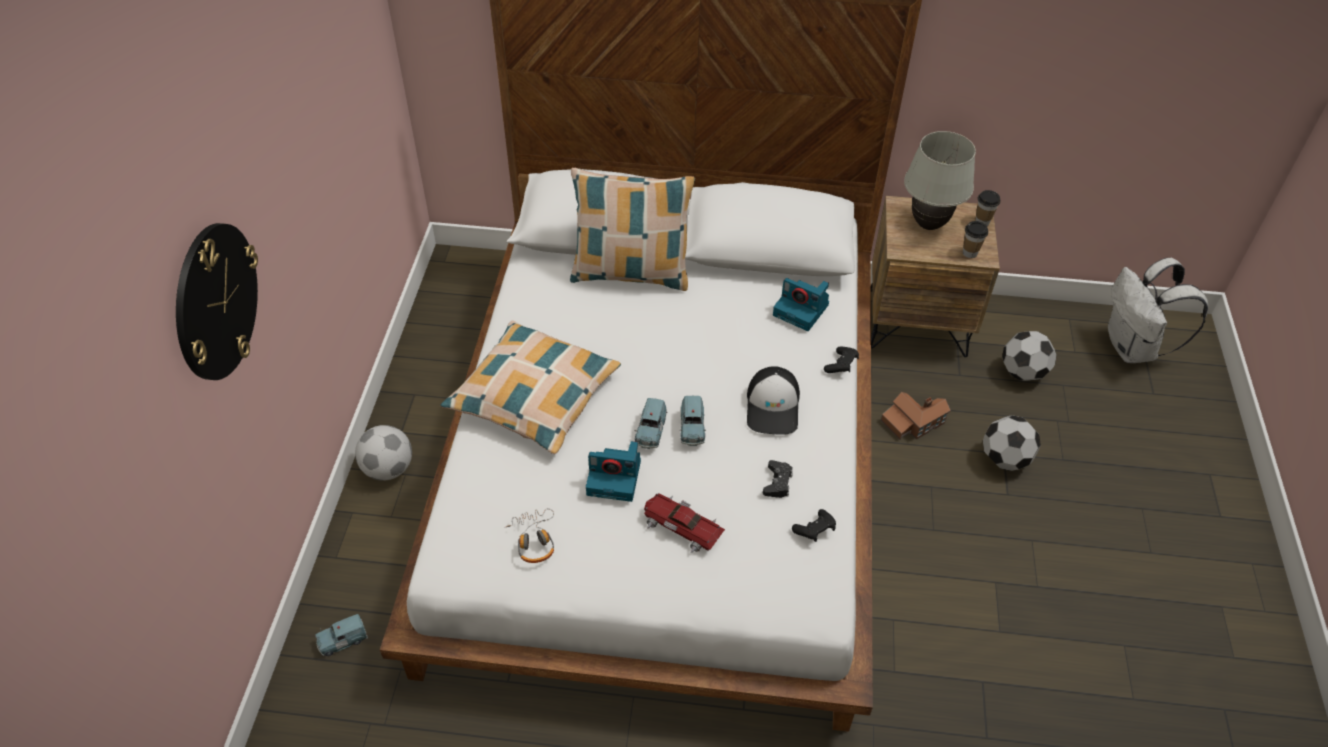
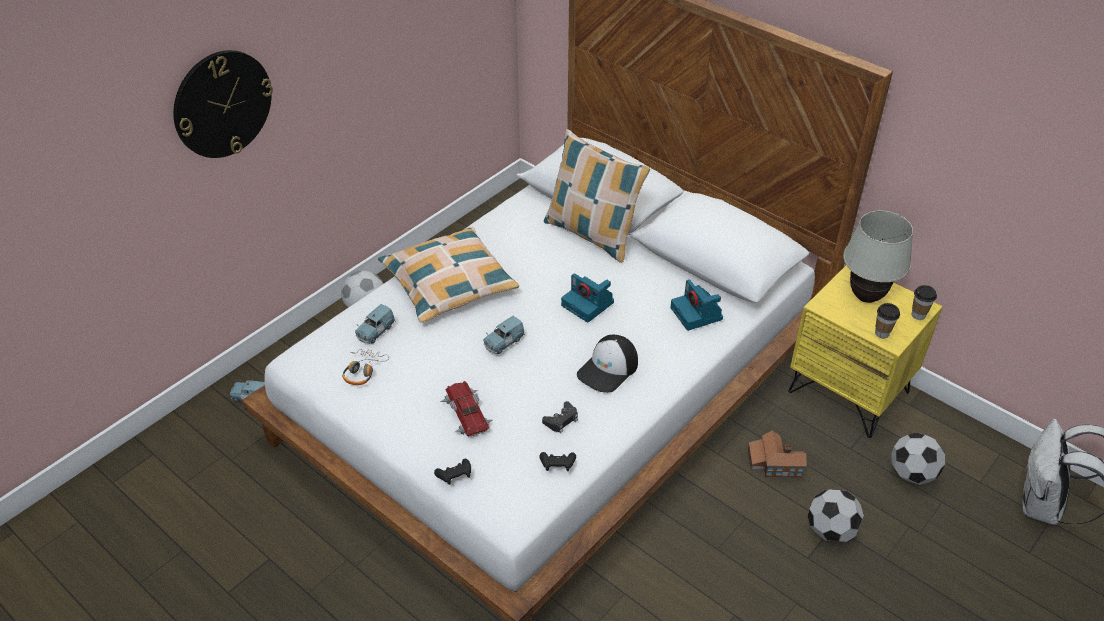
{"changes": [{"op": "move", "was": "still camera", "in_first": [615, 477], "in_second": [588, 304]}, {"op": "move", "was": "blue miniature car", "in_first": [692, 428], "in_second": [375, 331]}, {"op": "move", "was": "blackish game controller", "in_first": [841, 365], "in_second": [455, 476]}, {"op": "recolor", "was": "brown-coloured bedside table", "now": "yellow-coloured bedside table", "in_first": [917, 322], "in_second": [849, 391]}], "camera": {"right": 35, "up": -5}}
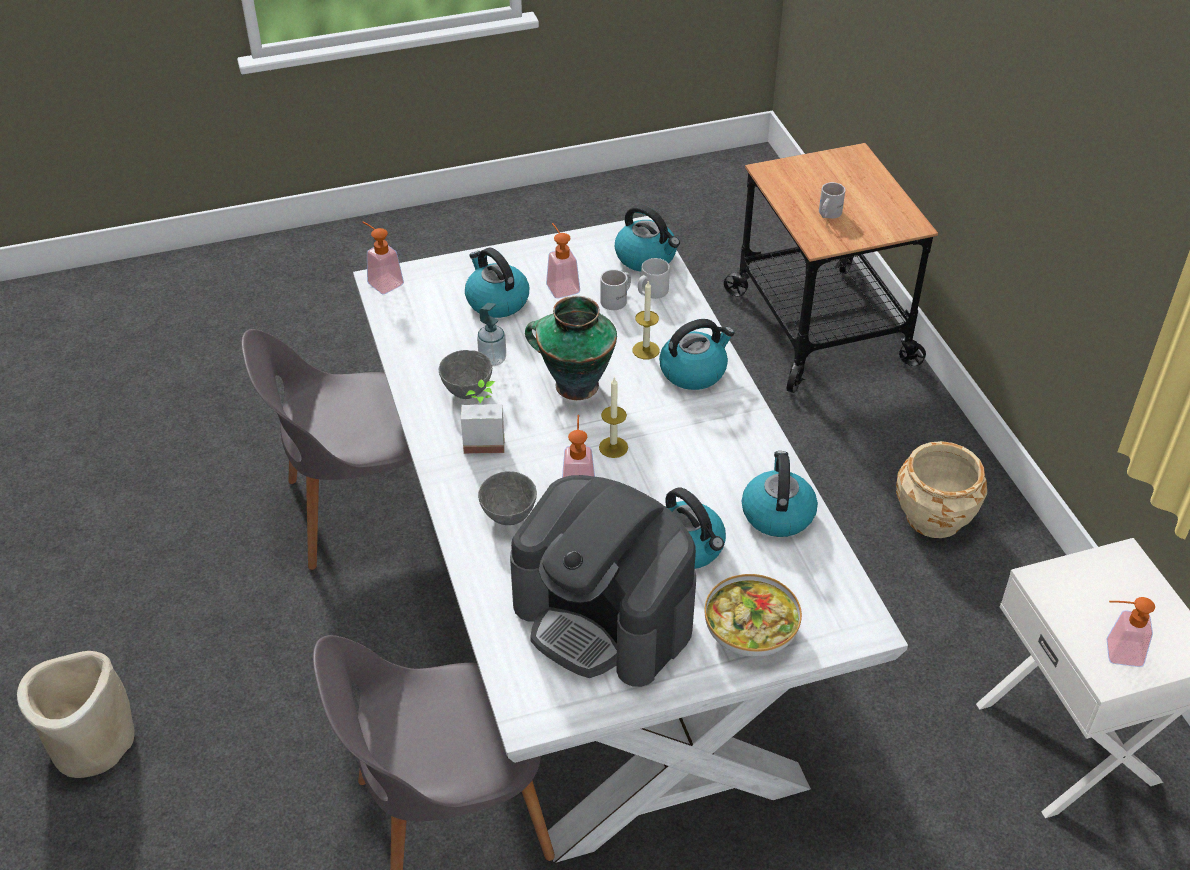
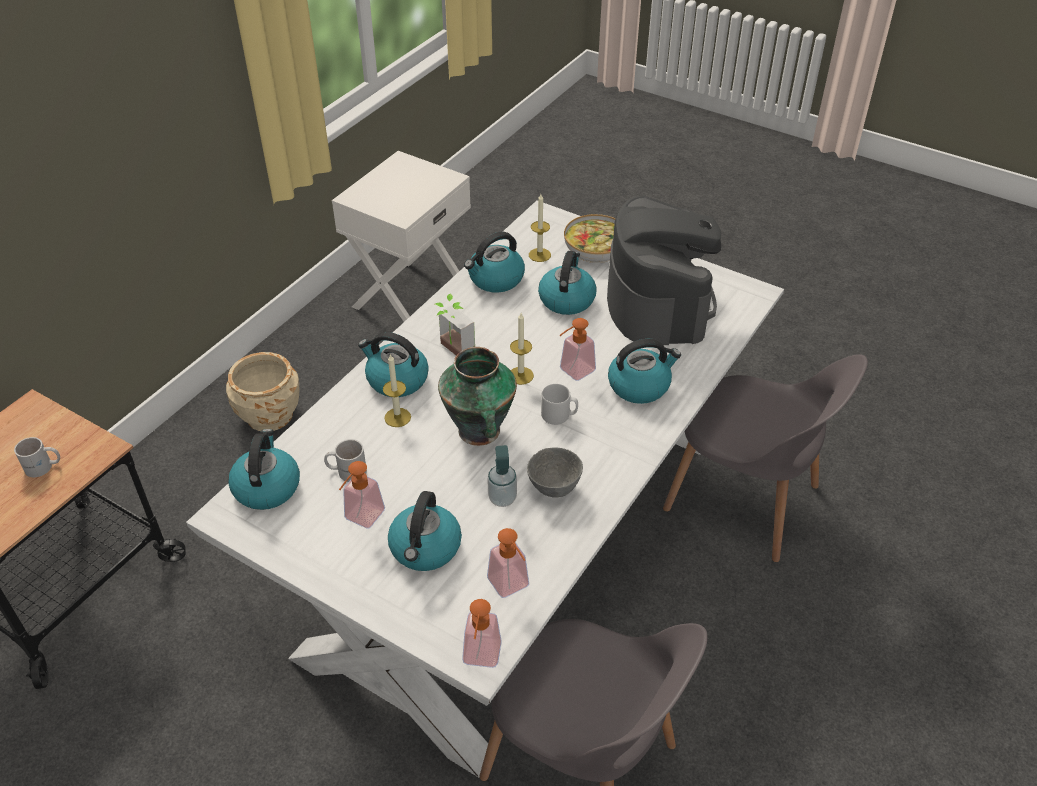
{"changes": [{"op": "delete", "was": "beige-coloured plant pot", "in_first": [91, 742]}, {"op": "move", "was": "plant in a pot", "in_first": [484, 440], "in_second": [452, 351]}, {"op": "replace", "was": "grey deep dish", "now": "water kettle", "in_first": [510, 516], "in_second": [640, 385]}, {"op": "move", "was": "grey tea mug", "in_first": [651, 292], "in_second": [559, 415]}, {"op": "move", "was": "soap bottle", "in_first": [1116, 652], "in_second": [512, 587]}, {"op": "insert", "now": "candle", "in_second": [539, 255]}], "camera": {"right": -130, "up": 0}}
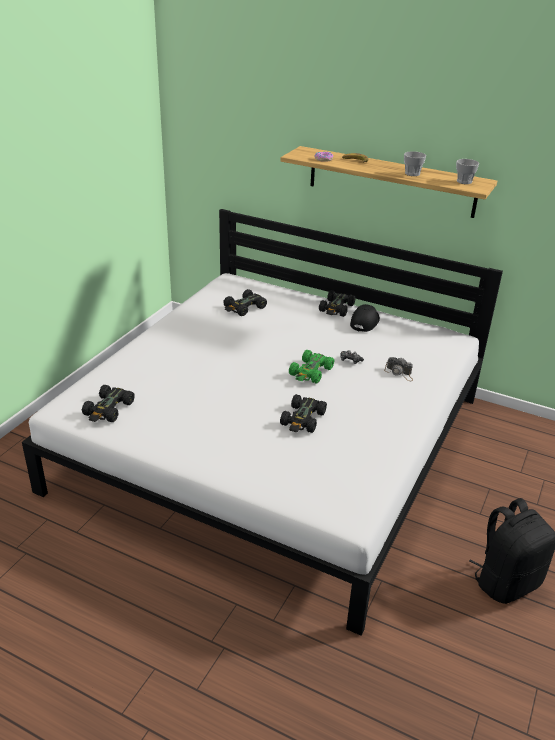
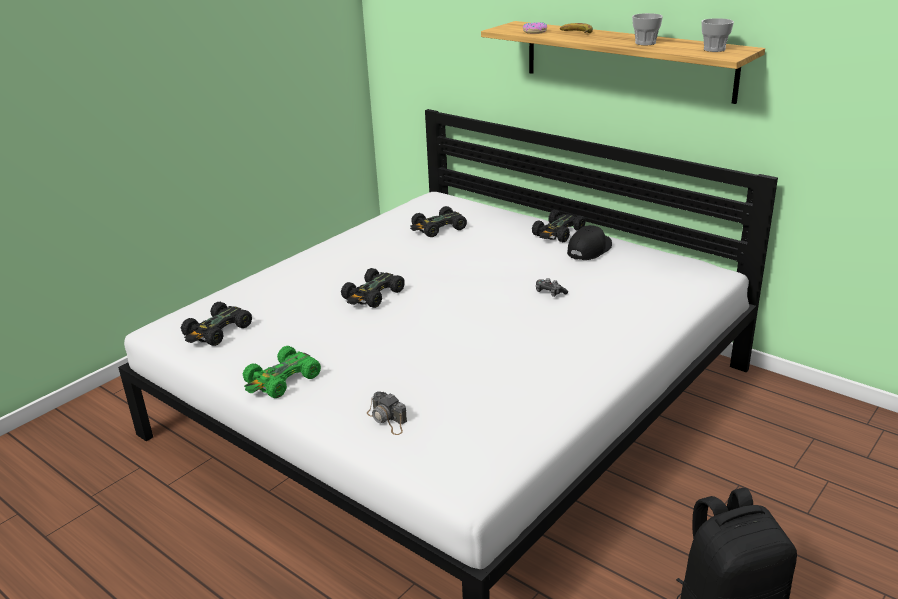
{"changes": [{"op": "move", "was": "blackish miniature car", "in_first": [303, 419], "in_second": [373, 295]}, {"op": "move", "was": "greenish miniature car", "in_first": [311, 372], "in_second": [282, 380]}, {"op": "move", "was": "still camera", "in_first": [399, 373], "in_second": [388, 420]}], "camera": {"right": 15, "up": -5}}
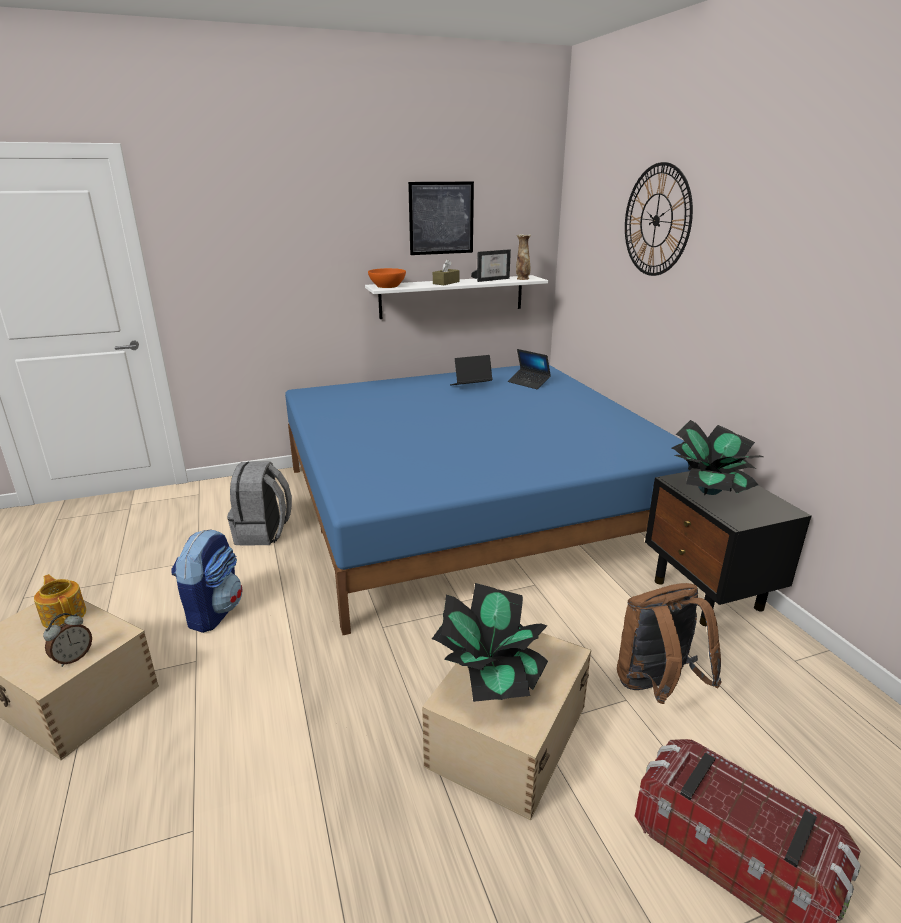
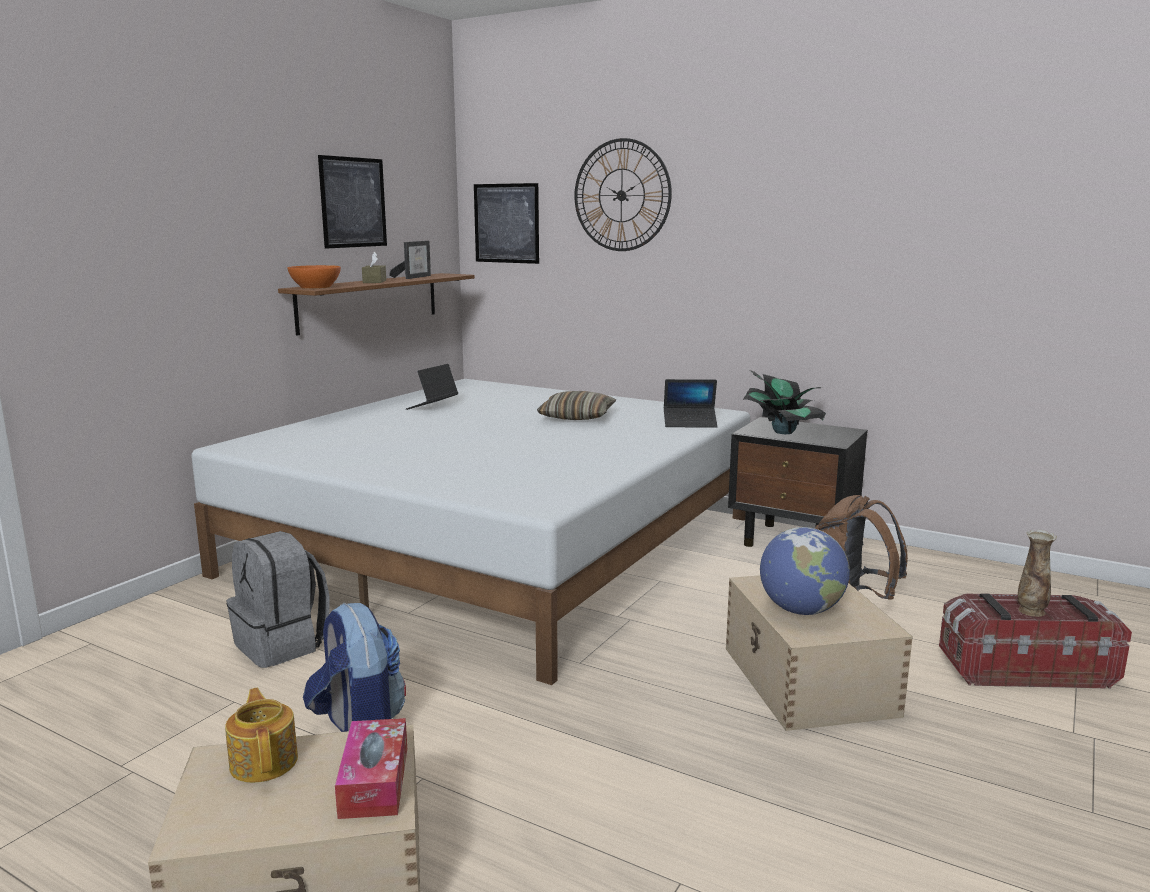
{"changes": [{"op": "rotate", "was": "pot for tea", "in_first": [64, 615], "in_second": [265, 761], "clockwise": 60}, {"op": "replace", "was": "bedside clock", "now": "box of tissues", "in_first": [73, 657], "in_second": [374, 781]}, {"op": "recolor", "was": "blue bed", "now": "whitish bed", "in_first": [470, 506], "in_second": [498, 545]}, {"op": "recolor", "was": "whitish shelf", "now": "brown-coloured shelf", "in_first": [452, 296], "in_second": [370, 302]}, {"op": "replace", "was": "plant in a pot", "now": "desk globe", "in_first": [490, 676], "in_second": [801, 610]}, {"op": "move", "was": "portable computer", "in_first": [528, 383], "in_second": [690, 423]}, {"op": "move", "was": "flower vase", "in_first": [522, 279], "in_second": [1031, 611]}, {"op": "insert", "now": "wall art", "in_second": [506, 223]}, {"op": "insert", "now": "pillow", "in_second": [577, 417]}], "camera": {"right": -40, "up": -10}}
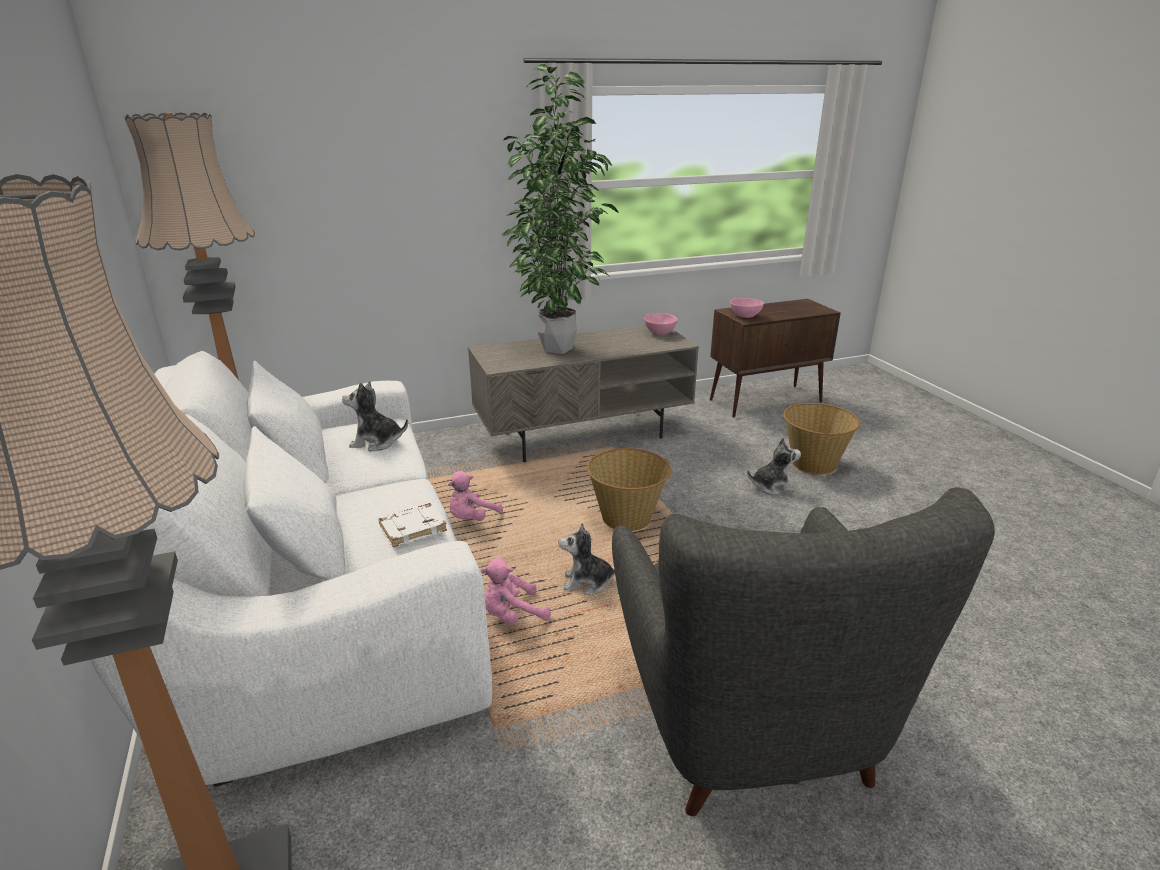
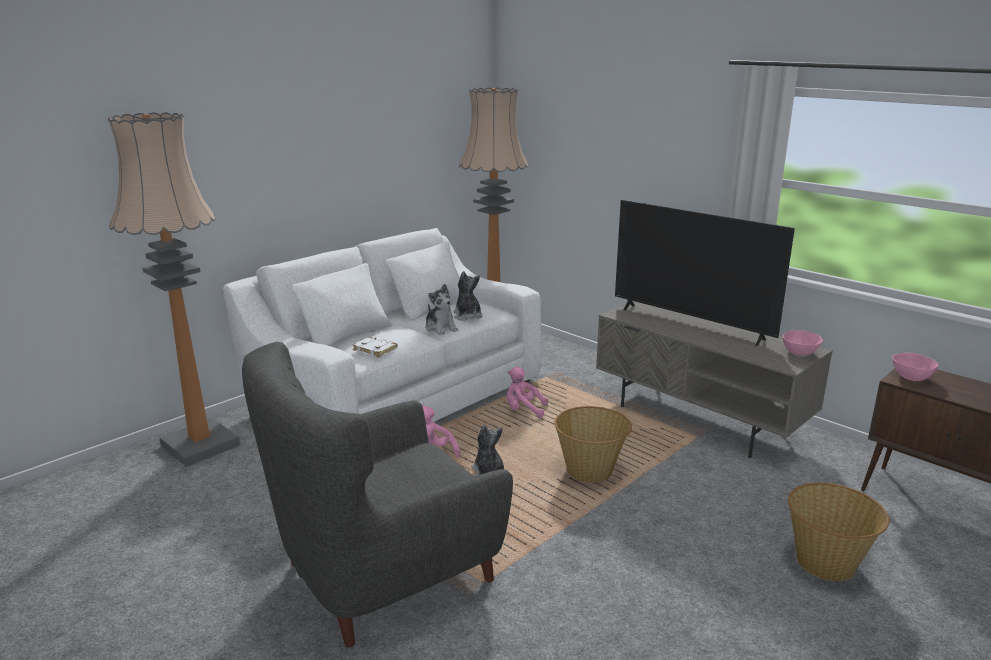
{"changes": [{"op": "replace", "was": "plant in a pot", "now": "TV", "in_first": [560, 347], "in_second": [691, 324]}, {"op": "move", "was": "plush toy", "in_first": [771, 486], "in_second": [441, 328]}], "camera": {"right": 65, "up": -5}}
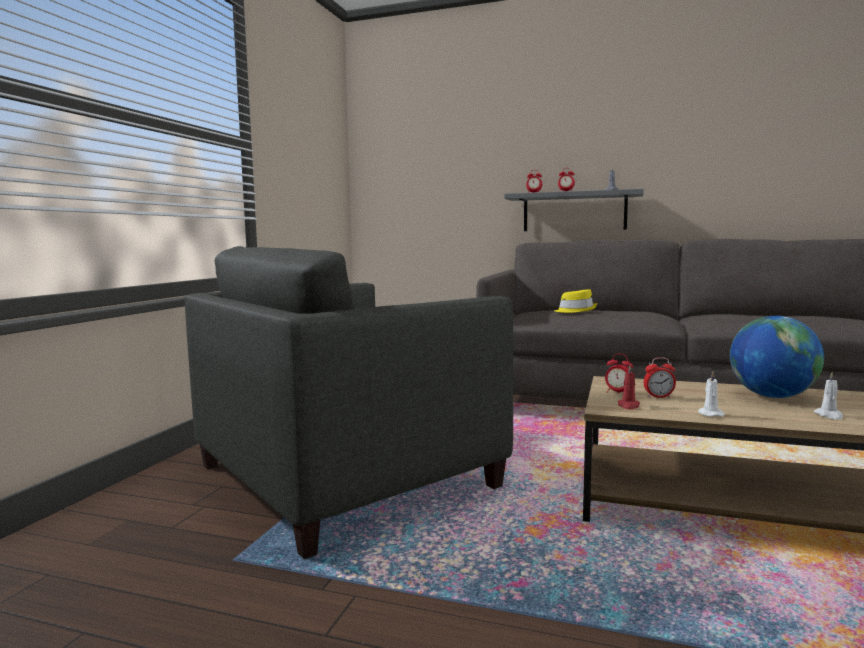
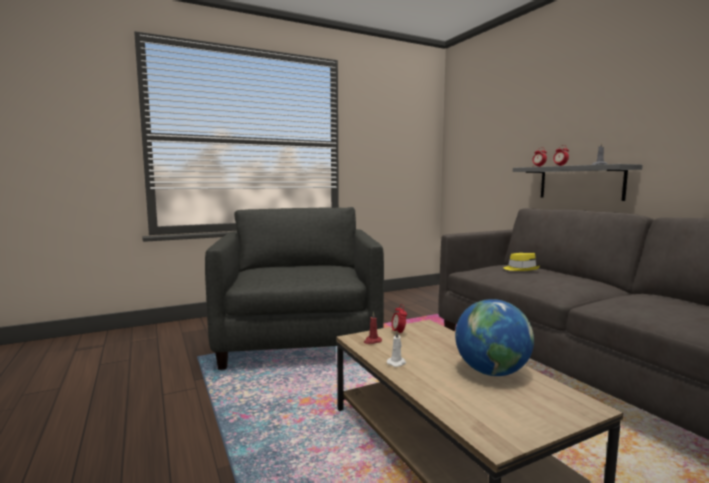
{"changes": [{"op": "rotate", "was": "grey easy chair", "in_first": [346, 476], "in_second": [299, 340], "clockwise": 75}, {"op": "delete", "was": "bedside clock", "in_first": [658, 397]}, {"op": "delete", "was": "whitish candle", "in_first": [829, 415]}], "camera": {"right": 45, "up": 0}}
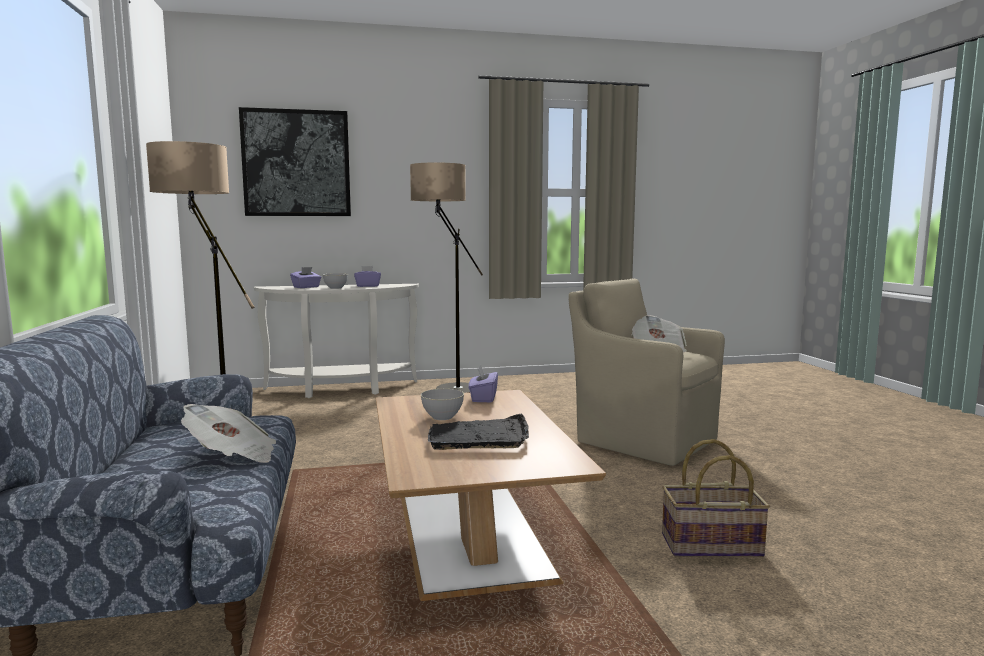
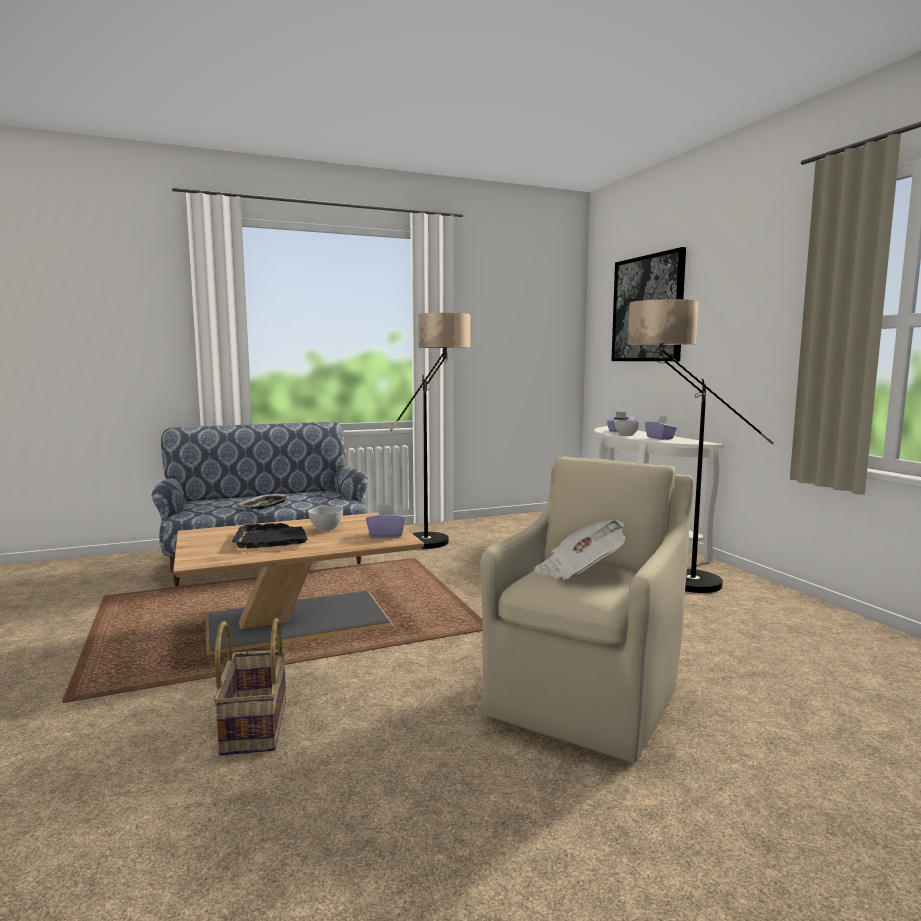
{"changes": [{"op": "replace", "was": "daily paper", "now": "serving tray", "in_first": [233, 456], "in_second": [265, 505]}], "camera": {"right": 80, "up": 0}}
